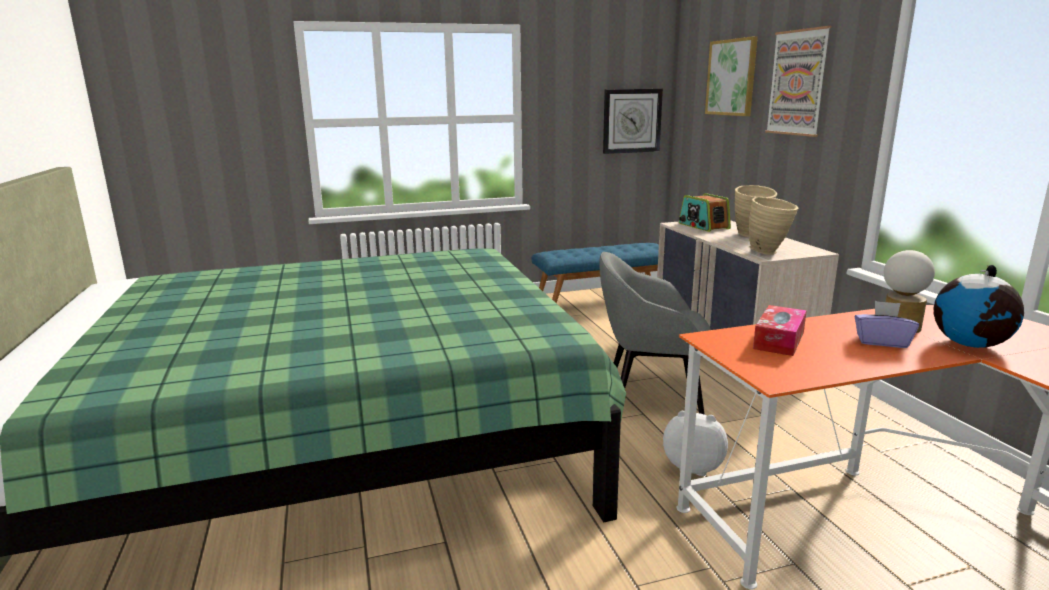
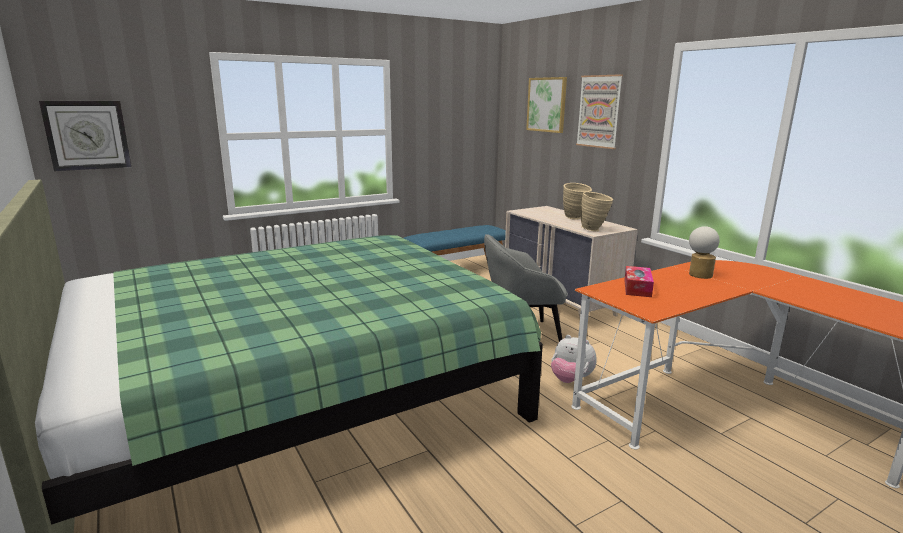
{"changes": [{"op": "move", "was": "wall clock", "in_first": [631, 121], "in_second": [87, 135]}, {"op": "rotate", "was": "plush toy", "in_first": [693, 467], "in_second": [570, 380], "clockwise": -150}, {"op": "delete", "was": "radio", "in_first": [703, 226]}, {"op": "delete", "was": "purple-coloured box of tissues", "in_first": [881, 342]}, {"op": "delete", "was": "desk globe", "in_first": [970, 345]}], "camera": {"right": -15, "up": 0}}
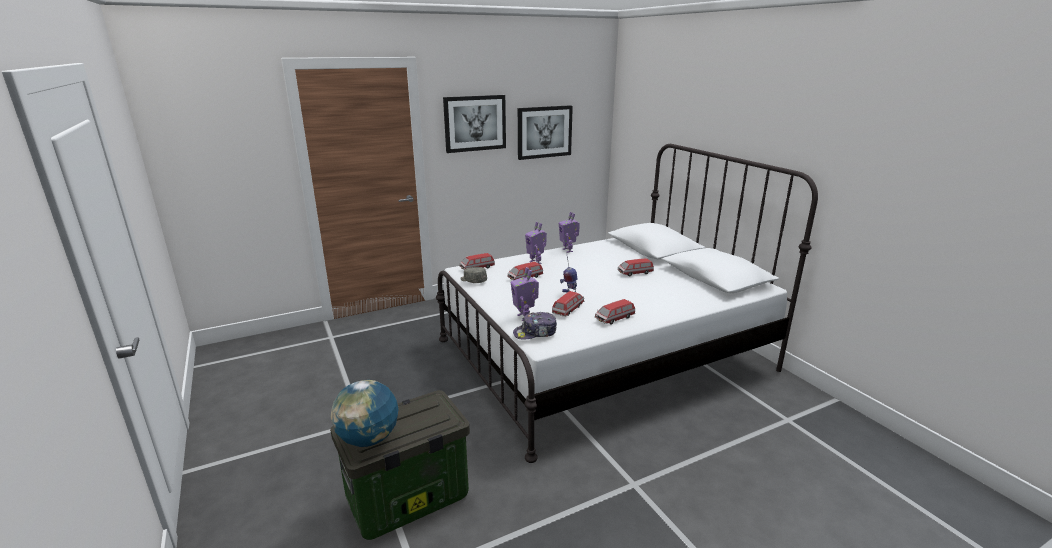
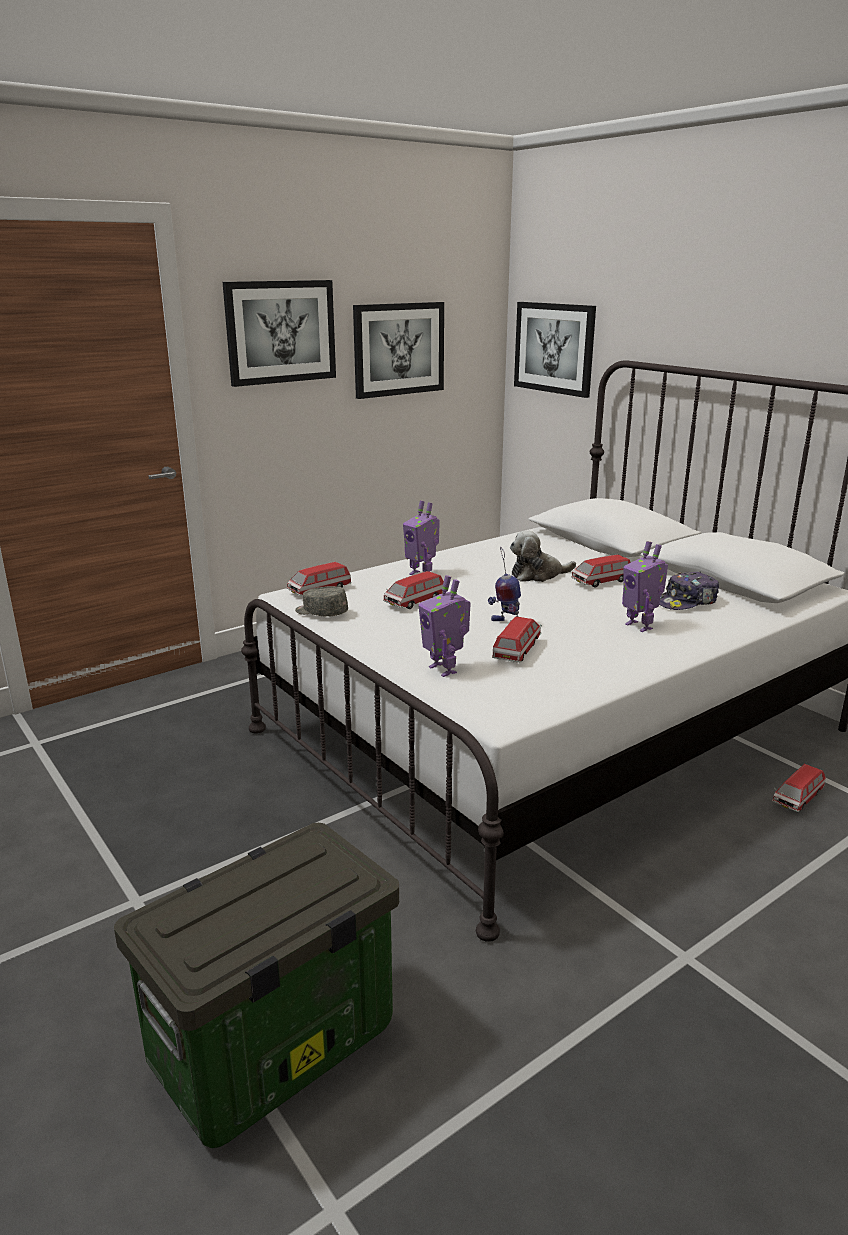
{"changes": [{"op": "delete", "was": "desk globe", "in_first": [368, 439]}, {"op": "move", "was": "baseball cap", "in_first": [535, 333], "in_second": [687, 602]}, {"op": "move", "was": "toy robot", "in_first": [568, 250], "in_second": [640, 626]}, {"op": "move", "was": "miniature car", "in_first": [614, 318], "in_second": [797, 798]}, {"op": "insert", "now": "plush toy", "in_second": [538, 575]}, {"op": "insert", "now": "wall art", "in_second": [554, 348]}], "camera": {"right": -10, "up": 0}}
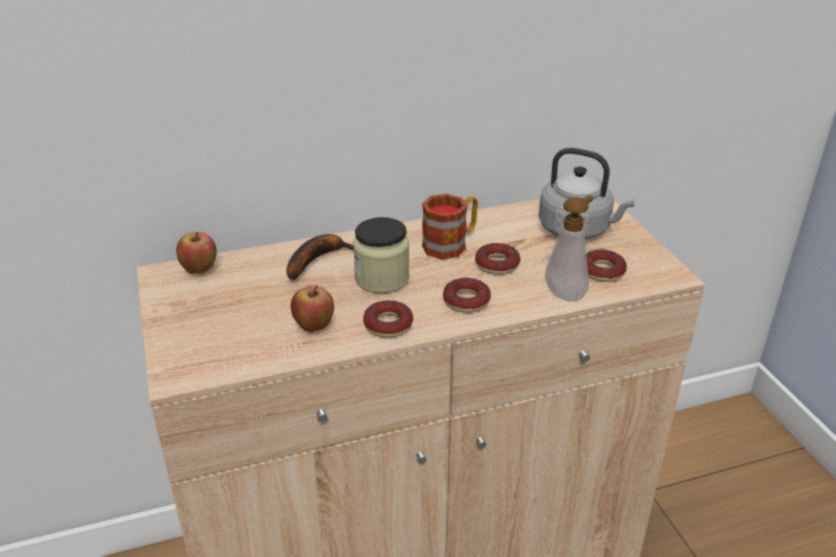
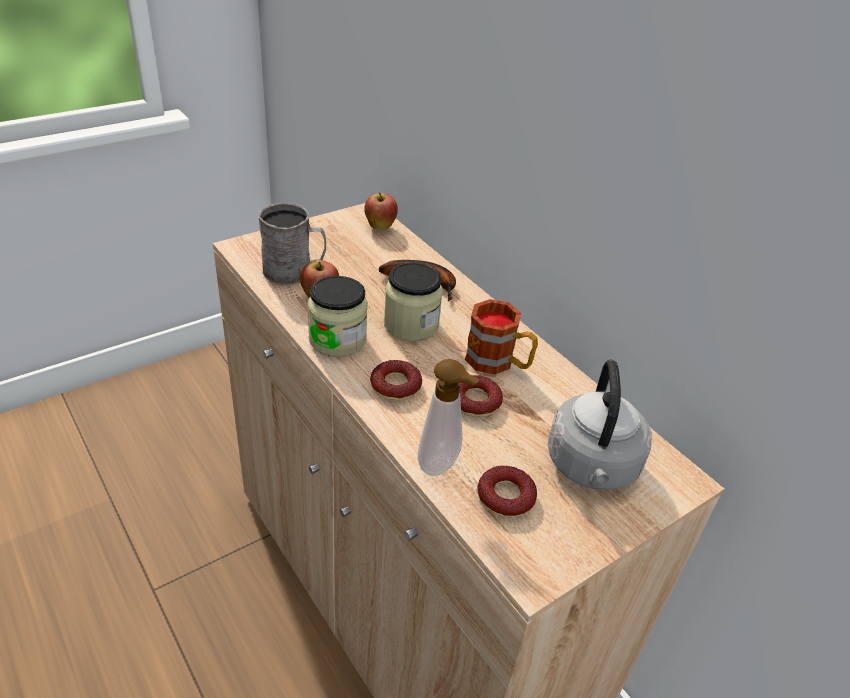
{"changes": [{"op": "replace", "was": "doughnut", "now": "jar", "in_first": [388, 324], "in_second": [337, 339]}, {"op": "insert", "now": "grey tea mug", "in_second": [294, 271]}], "camera": {"right": 70, "up": 5}}
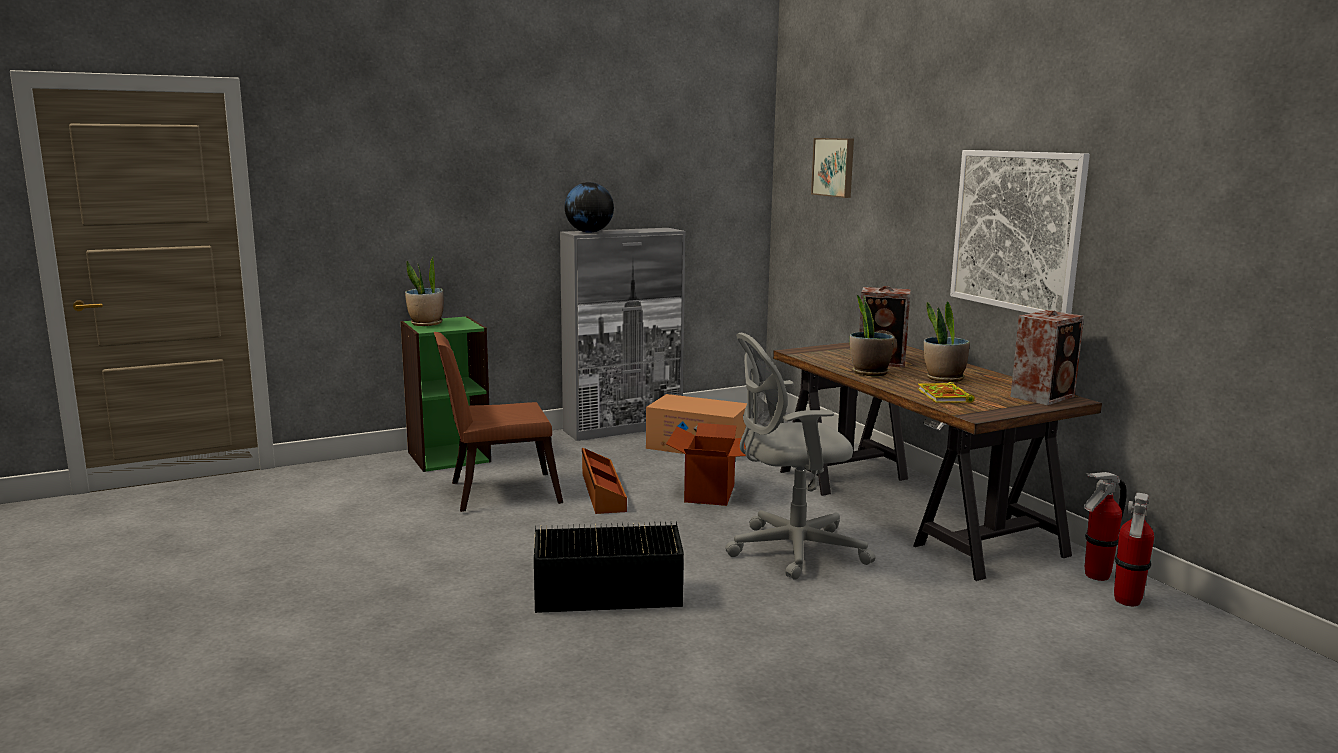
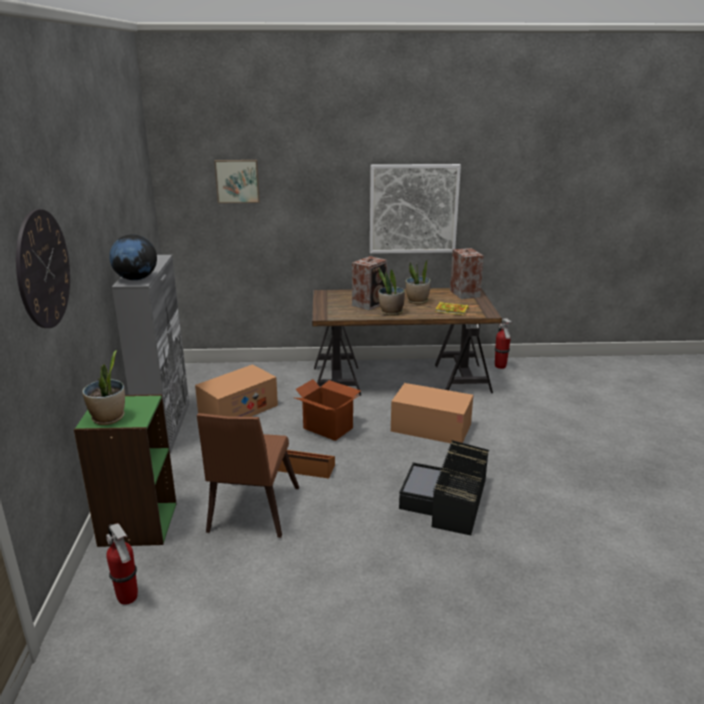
{"changes": [{"op": "replace", "was": "grey computer chair", "now": "cardboard box", "in_first": [790, 550], "in_second": [431, 428]}, {"op": "move", "was": "fire extinguisher", "in_first": [1127, 601], "in_second": [128, 598]}, {"op": "insert", "now": "wall clock", "in_second": [43, 269]}], "camera": {"right": -65, "up": 10}}
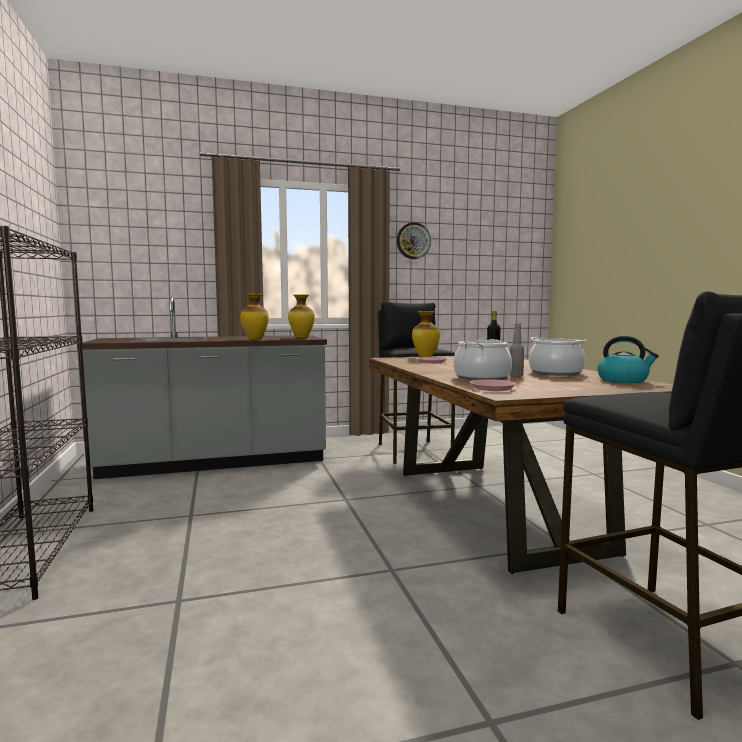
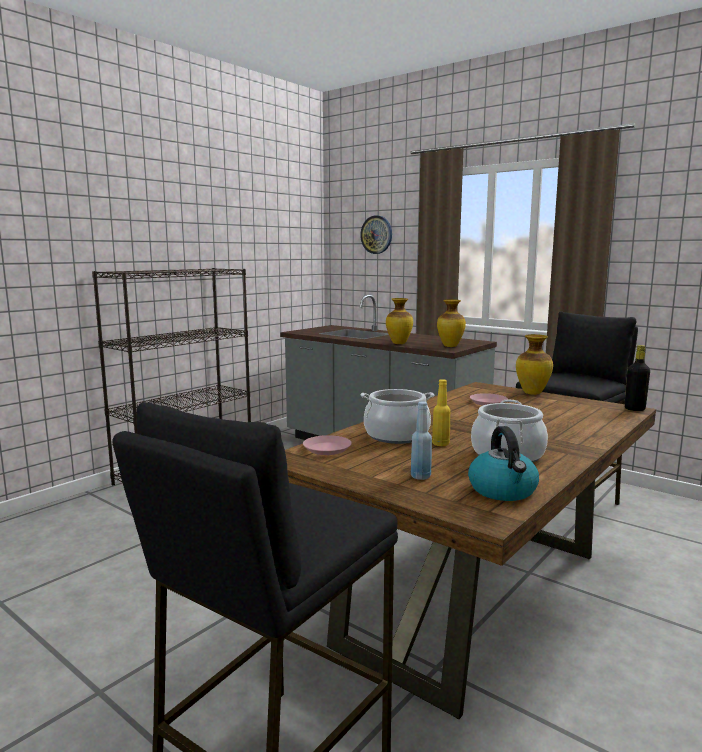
{"changes": [{"op": "move", "was": "wall clock", "in_first": [413, 241], "in_second": [376, 234]}, {"op": "recolor", "was": "grey drink bottle", "now": "yellow-coloured drink bottle", "in_first": [516, 376], "in_second": [440, 444]}, {"op": "insert", "now": "blue drink bottle", "in_second": [420, 476]}], "camera": {"right": 55, "up": 5}}
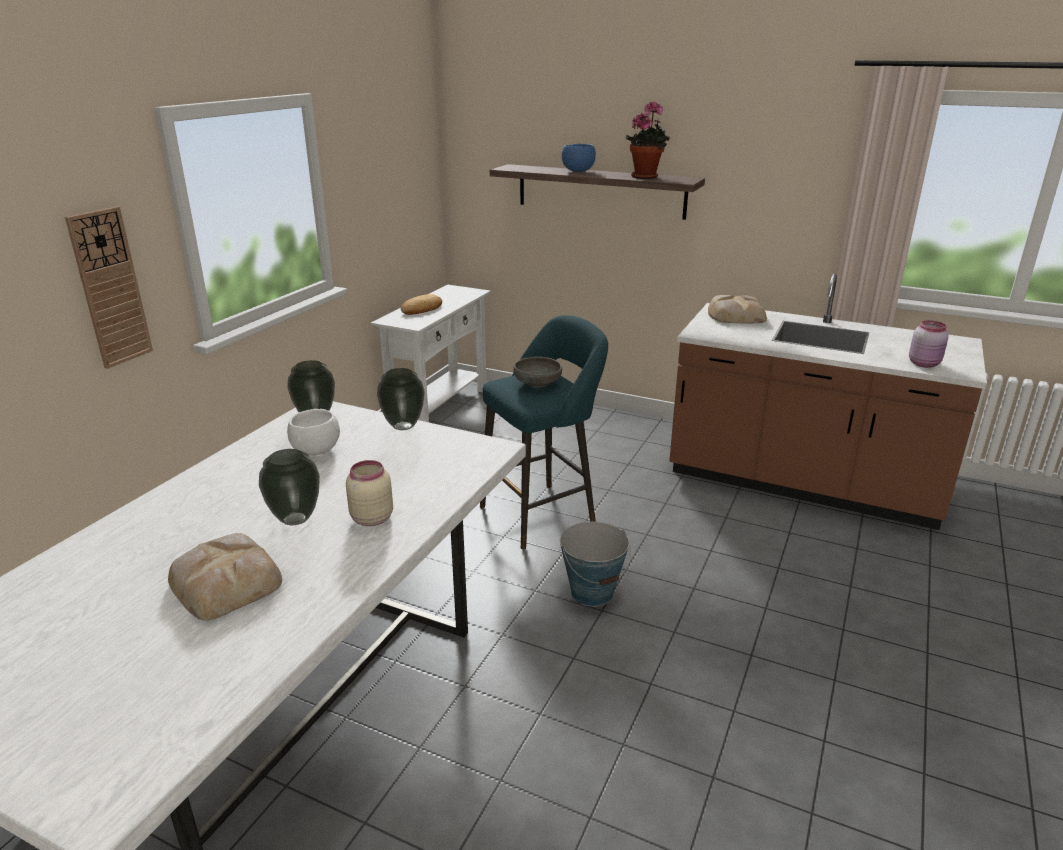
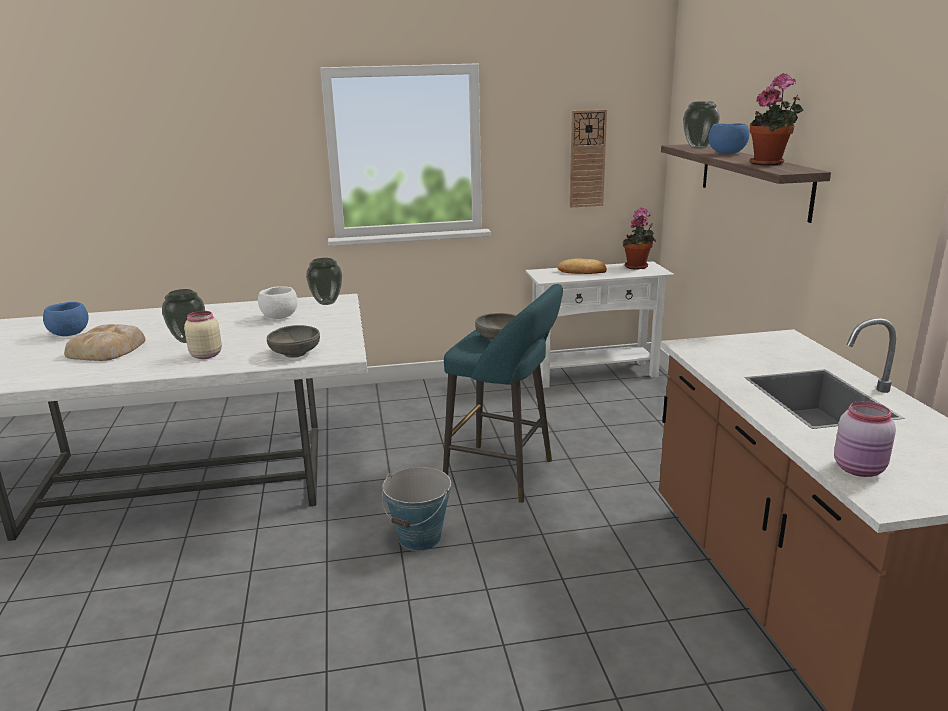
{"changes": [{"op": "move", "was": "wall clock", "in_first": [110, 288], "in_second": [587, 159]}, {"op": "move", "was": "flower vase", "in_first": [404, 426], "in_second": [699, 147]}, {"op": "delete", "was": "bread", "in_first": [735, 315]}, {"op": "insert", "now": "blue deep dish", "in_second": [70, 334]}, {"op": "insert", "now": "grey deep dish", "in_second": [295, 353]}, {"op": "insert", "now": "plant in a pot", "in_second": [637, 267]}], "camera": {"right": 55, "up": -5}}
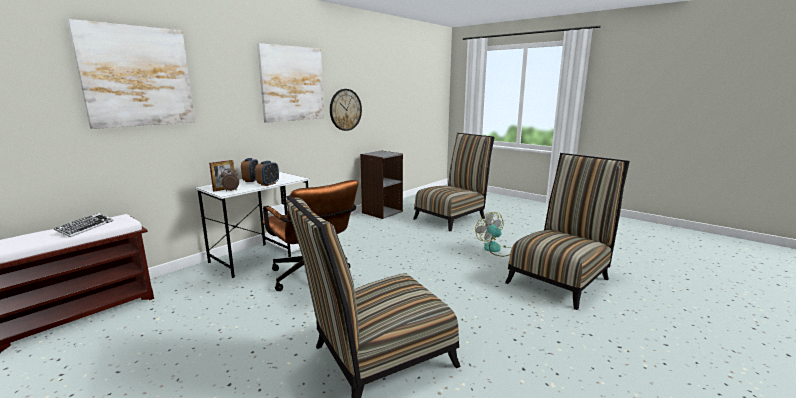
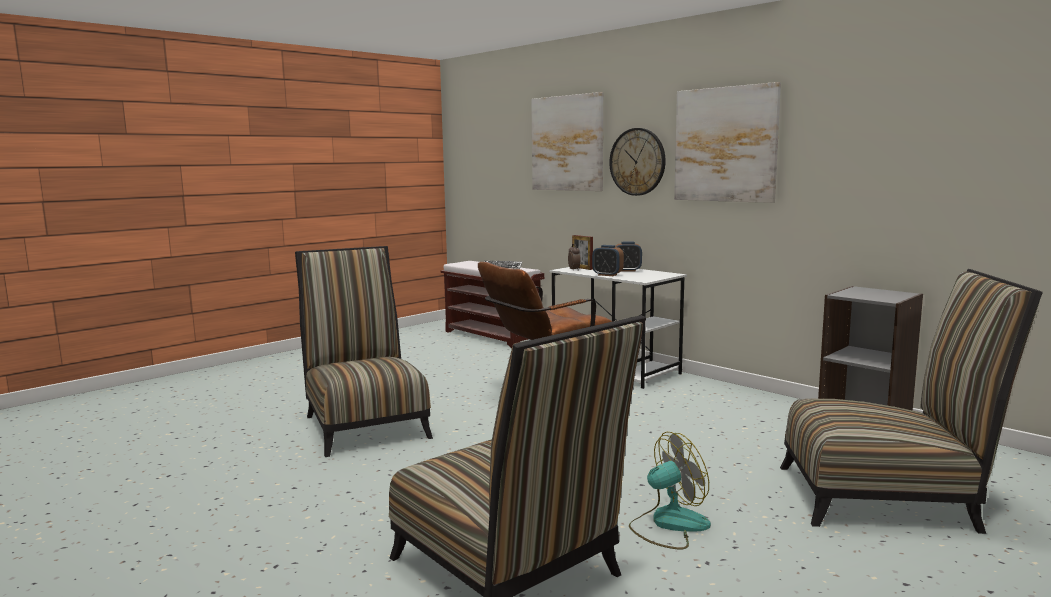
{"changes": [{"op": "move", "was": "wall clock", "in_first": [345, 110], "in_second": [637, 162]}, {"op": "rotate", "was": "plain chair", "in_first": [452, 217], "in_second": [887, 498], "clockwise": -45}], "camera": {"right": 95, "up": -5}}
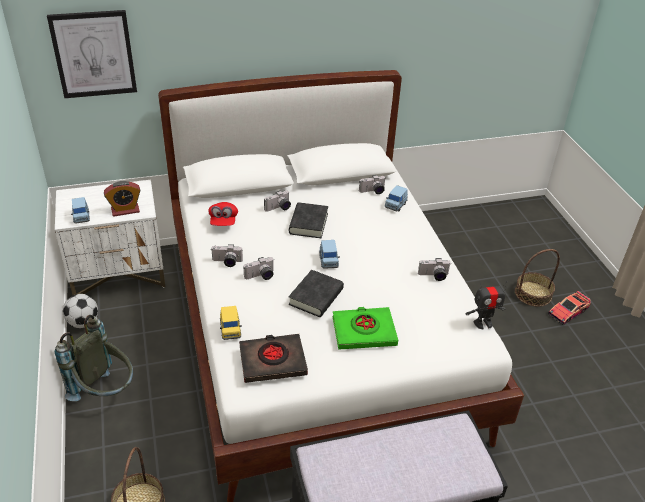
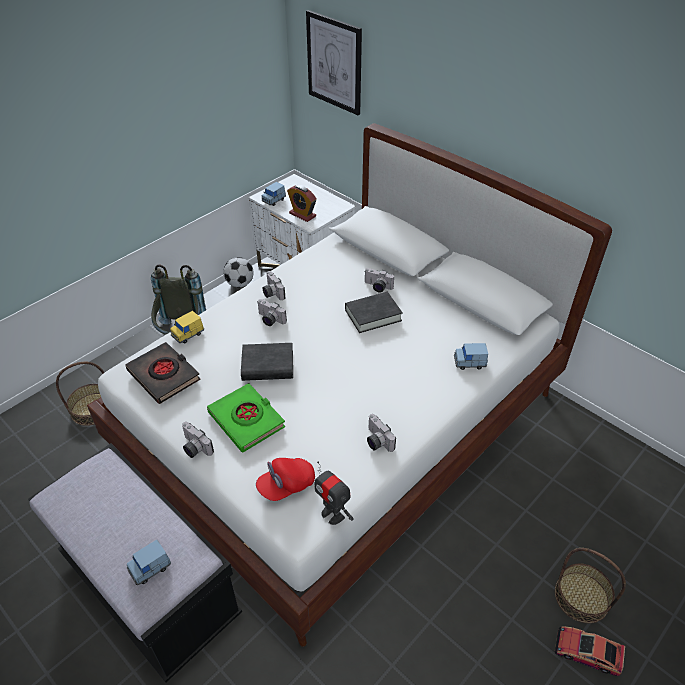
{"changes": [{"op": "move", "was": "reddish baseball cap", "in_first": [223, 221], "in_second": [286, 485]}, {"op": "move", "was": "blue miniature car", "in_first": [328, 261], "in_second": [150, 568]}, {"op": "move", "was": "still camera", "in_first": [373, 191], "in_second": [194, 448]}], "camera": {"right": 60, "up": 5}}
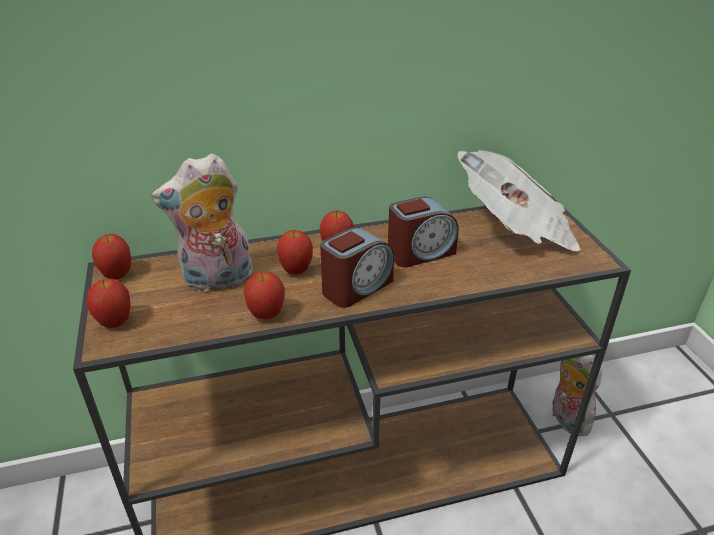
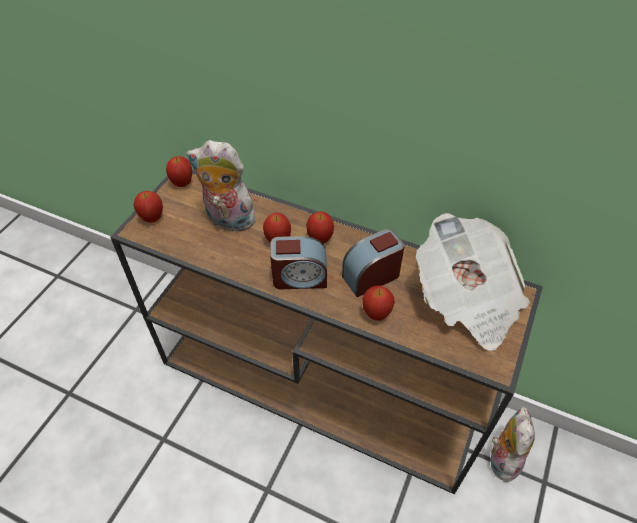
{"changes": [{"op": "move", "was": "whole apple", "in_first": [266, 315], "in_second": [376, 314]}, {"op": "rotate", "was": "bedside clock", "in_first": [420, 253], "in_second": [371, 276], "clockwise": 135}], "camera": {"right": 40, "up": 15}}
